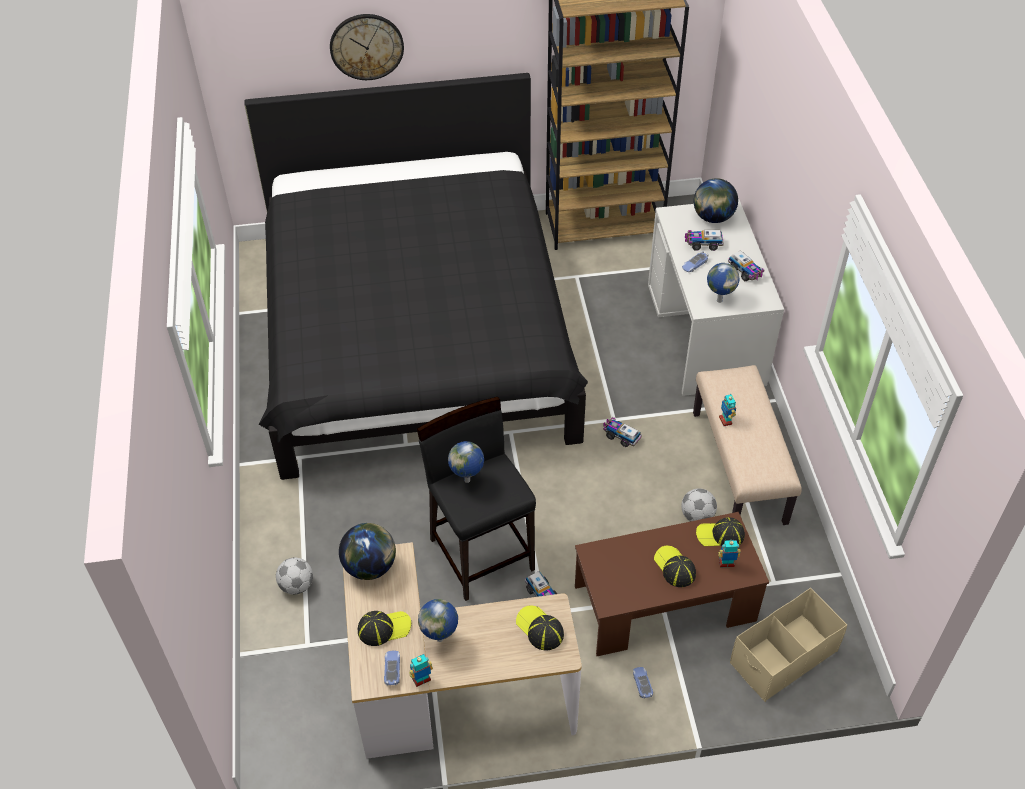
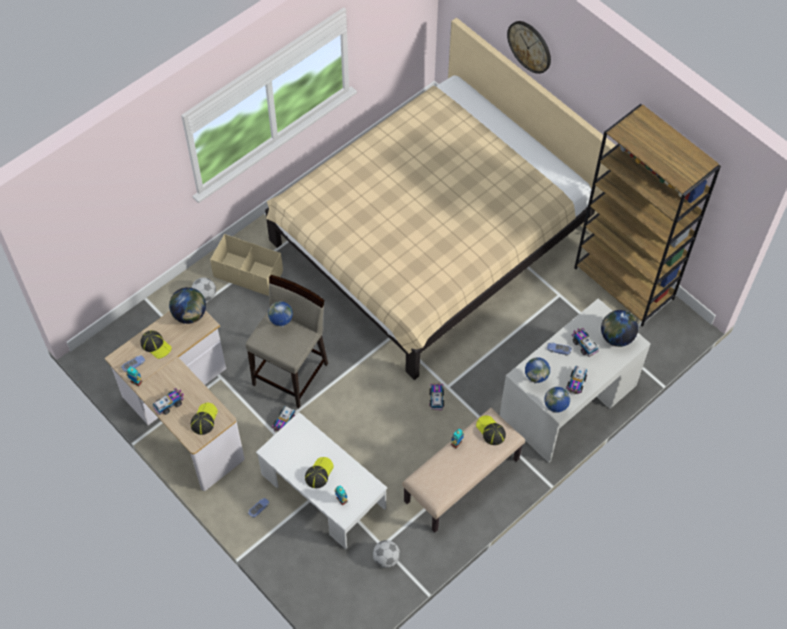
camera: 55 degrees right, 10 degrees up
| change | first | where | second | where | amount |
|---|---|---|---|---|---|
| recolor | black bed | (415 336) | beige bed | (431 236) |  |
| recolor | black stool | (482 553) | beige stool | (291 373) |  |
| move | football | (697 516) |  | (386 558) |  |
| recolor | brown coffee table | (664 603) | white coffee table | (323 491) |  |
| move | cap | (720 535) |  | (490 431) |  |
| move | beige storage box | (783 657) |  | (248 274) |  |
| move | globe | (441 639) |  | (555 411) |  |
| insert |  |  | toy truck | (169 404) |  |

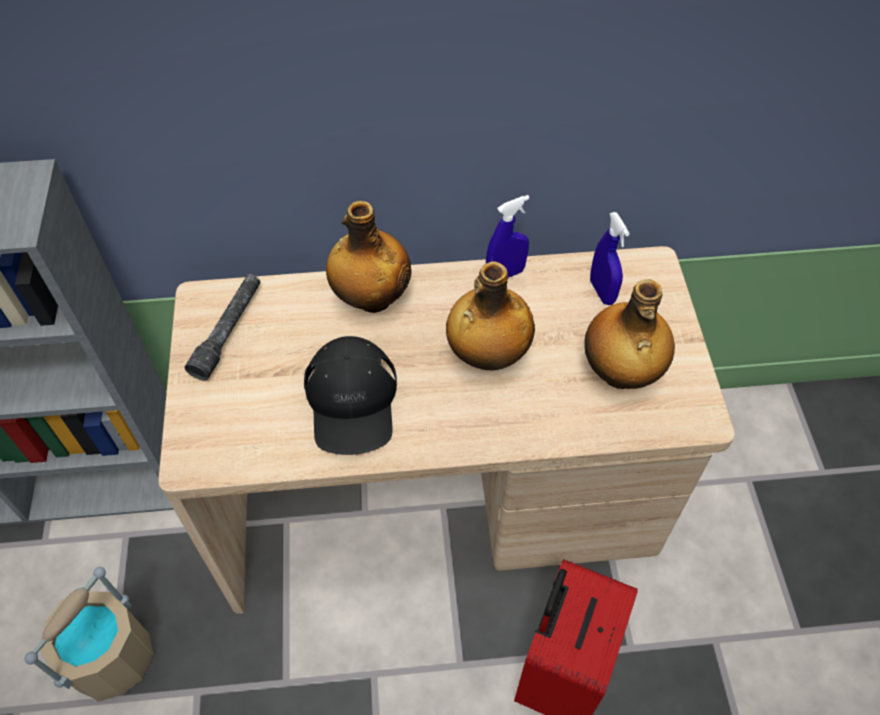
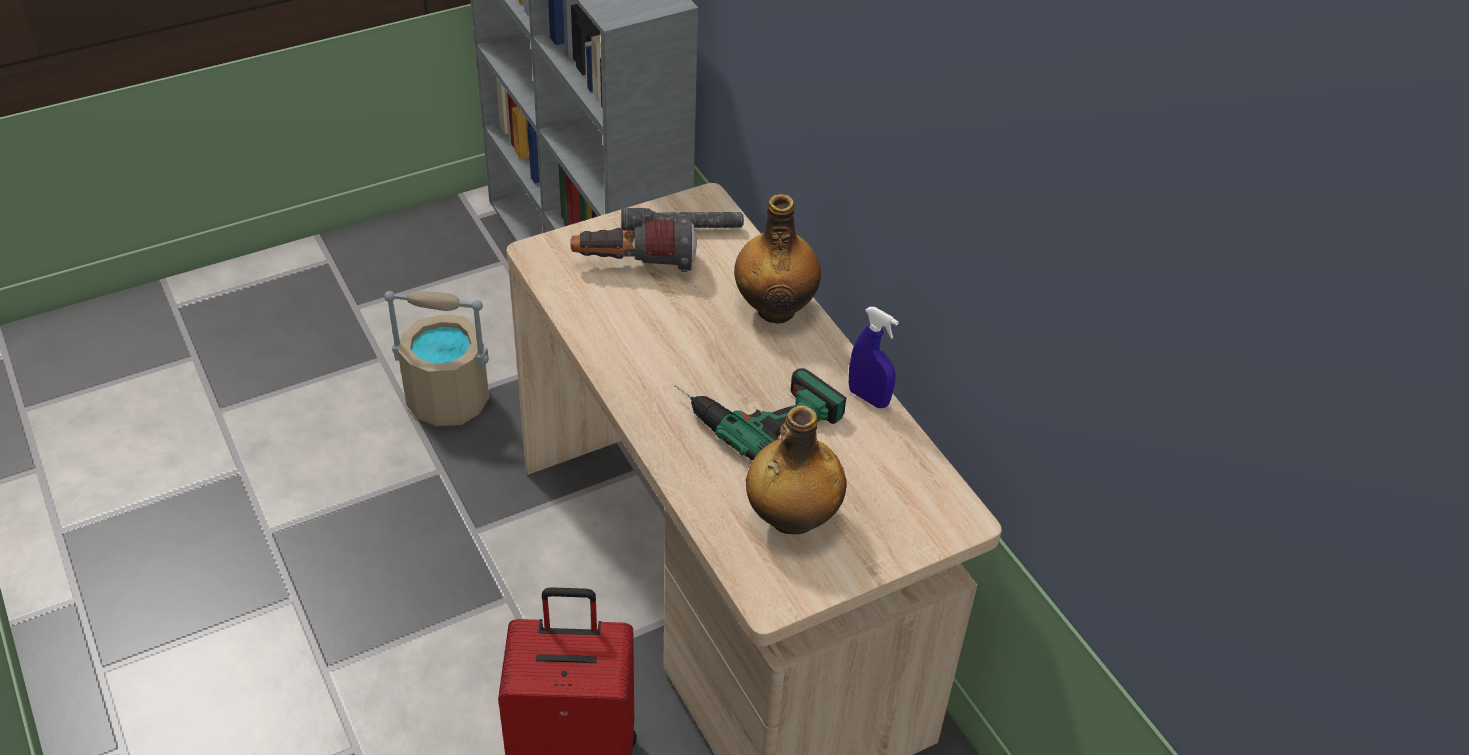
camera: 65 degrees right, 10 degrees down
| change | first | where | second | where | amount |
|---|---|---|---|---|---|
| delete | blue spray bottle | (602 292) |  |  |  |
| replace | bottle | (487 355) | power drill | (754 410) |  |
| delete | black cap | (352 401) |  |  |  |
| insert |  |  | flashlight | (634 265) |  |

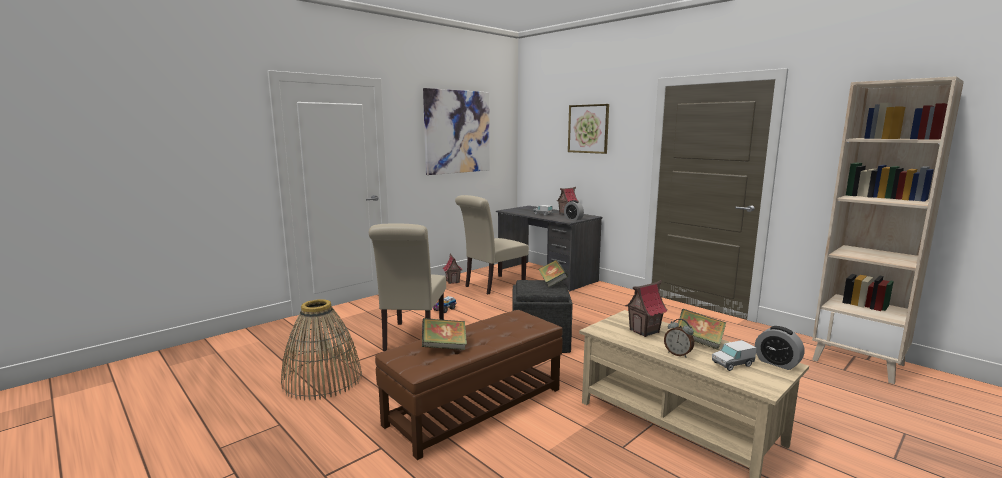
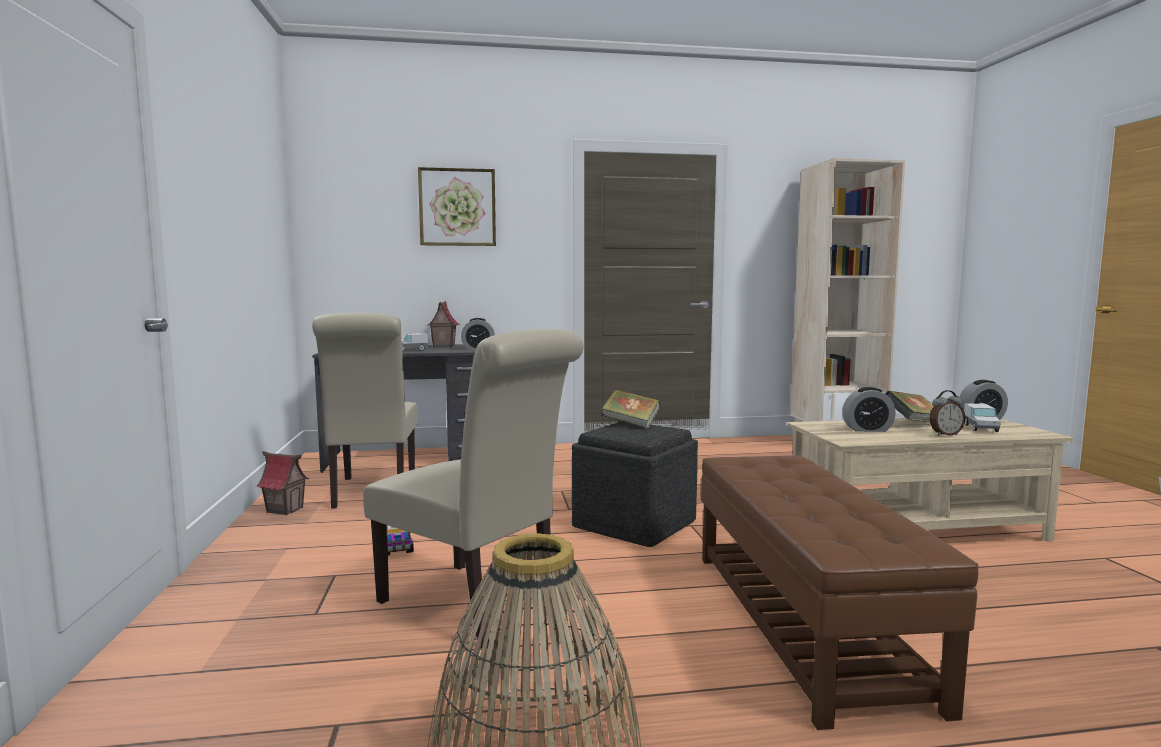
camera: 55 degrees left, 5 degrees down
| change | first | where | second | where | amount |
|---|---|---|---|---|---|
| delete | picture | (457 132) |  |  |  |
| replace | toy house | (644 331) | alarm clock | (867 429) |  |
| delete | book | (444 347) |  |  |  |

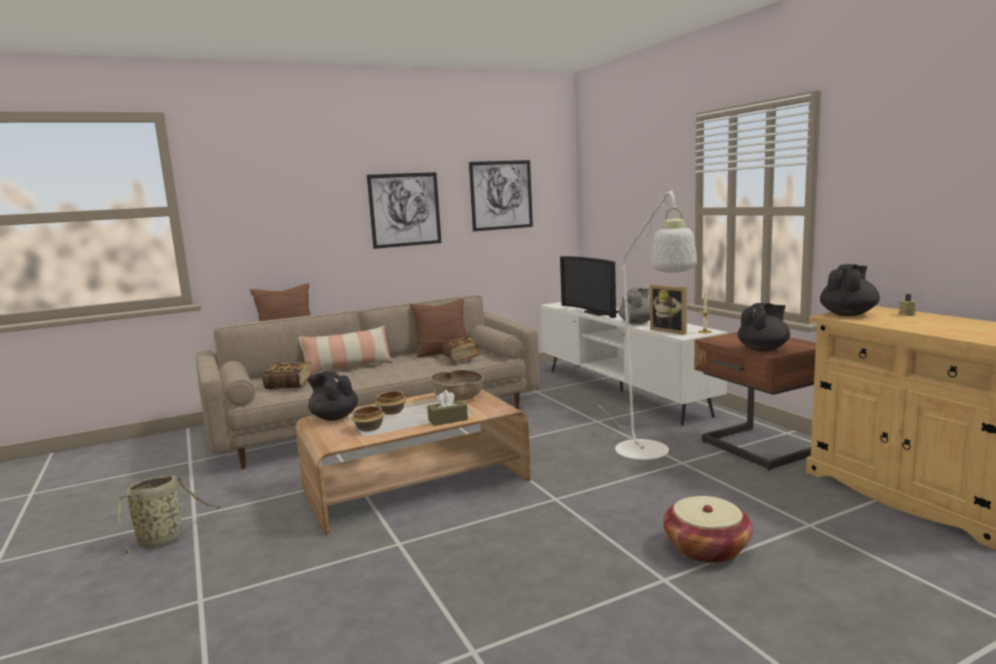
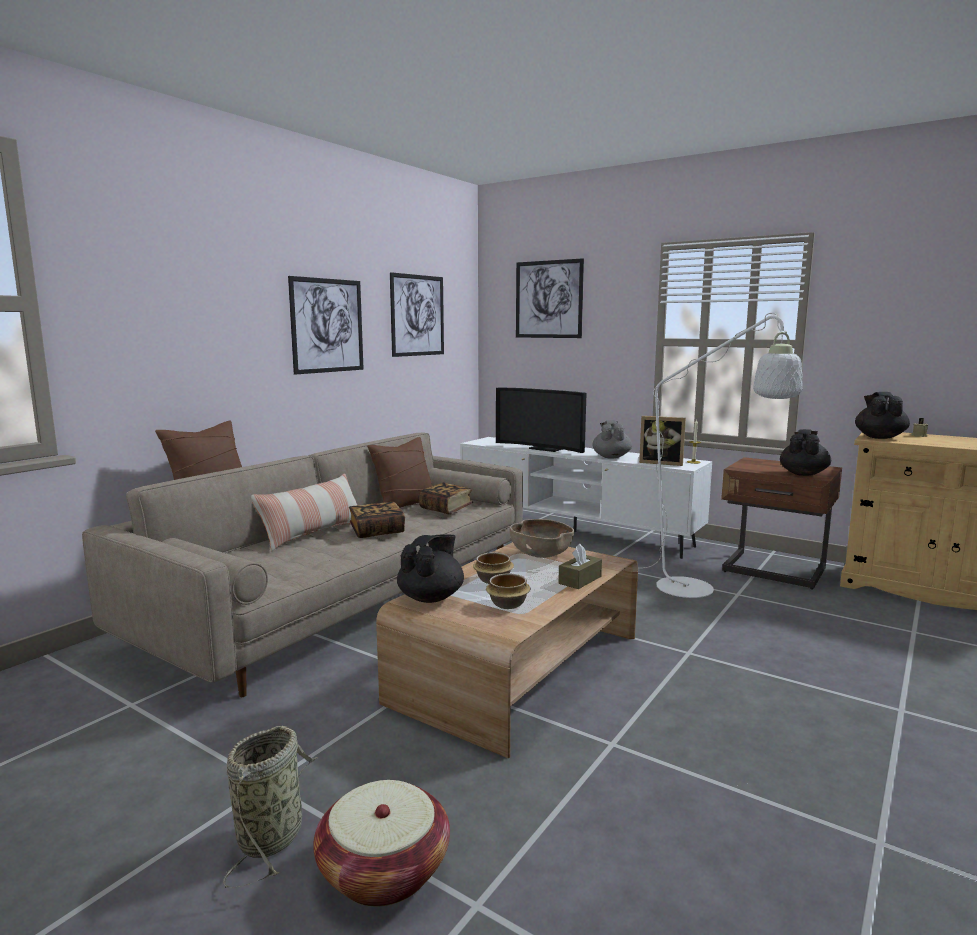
camera: 30 degrees left, 0 degrees up
| change | first | where | second | where | amount |
|---|---|---|---|---|---|
| move | book | (289 385) |  | (377 531) |  |
| rotate | black teapot | (334 417) |  | (431 597) | 105 degrees clockwise |
| move | basket | (706 548) |  | (384 870) |  |
| insert |  |  | picture | (548 299) |  |

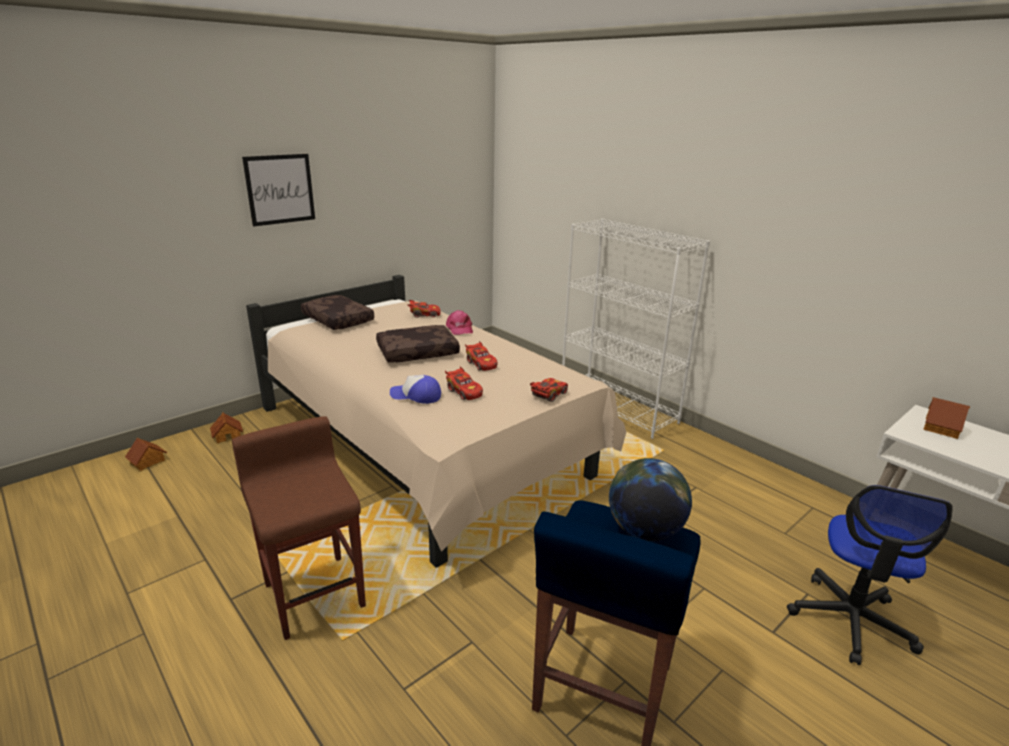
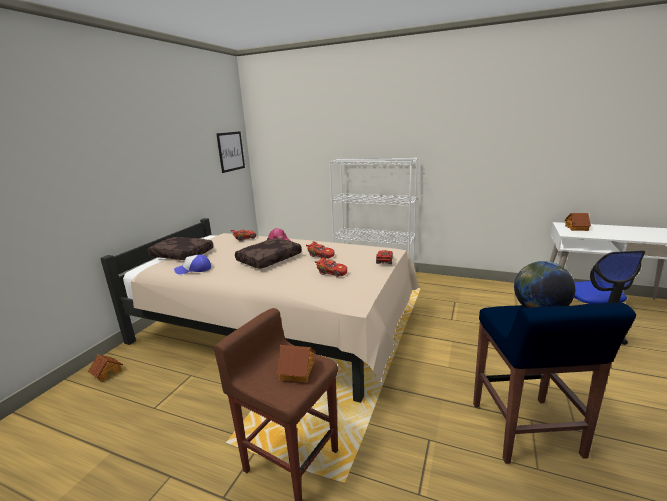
camera: 25 degrees left, 5 degrees down
| change | first | where | second | where | amount |
|---|---|---|---|---|---|
| move | picture | (280 189) |  | (231 151) |  |
| move | cap | (416 396) |  | (193 270) |  |
| move | toy house | (147 461) |  | (298 371) |  |

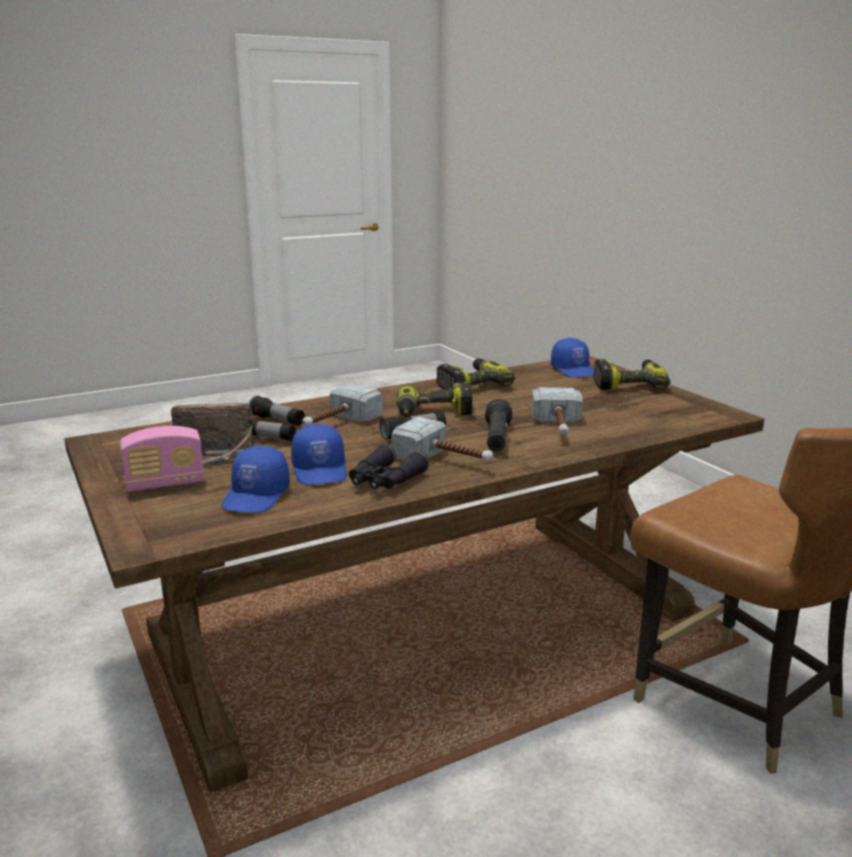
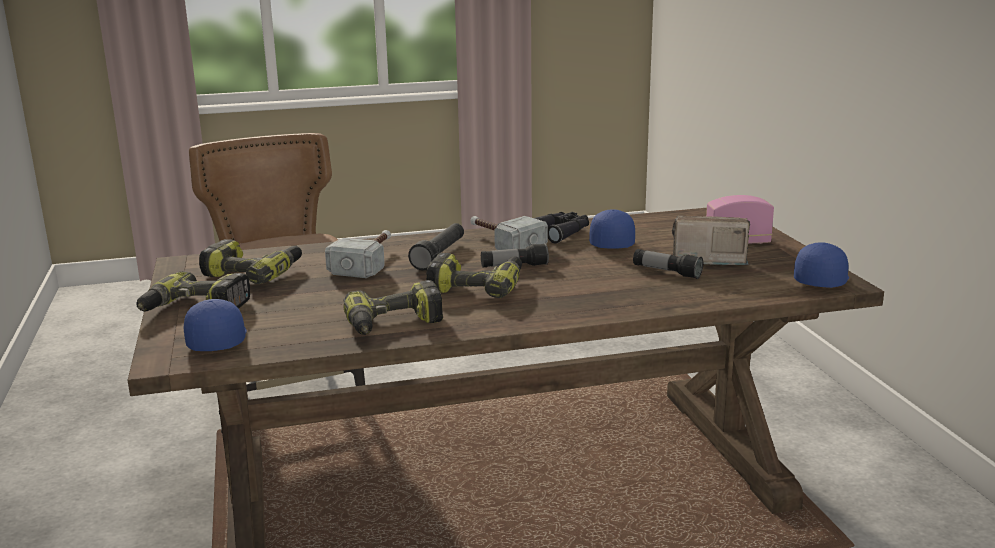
camera: 165 degrees left, 0 degrees up
| change | first | where | second | where | amount |
|---|---|---|---|---|---|
| delete | hammer | (338 423) |  |  |  |
| delete | flashlight | (277 421) |  |  |  |
| move | blue cap | (257 496) |  | (820 279) |  |
| insert |  |  | power drill | (254 273) |  |

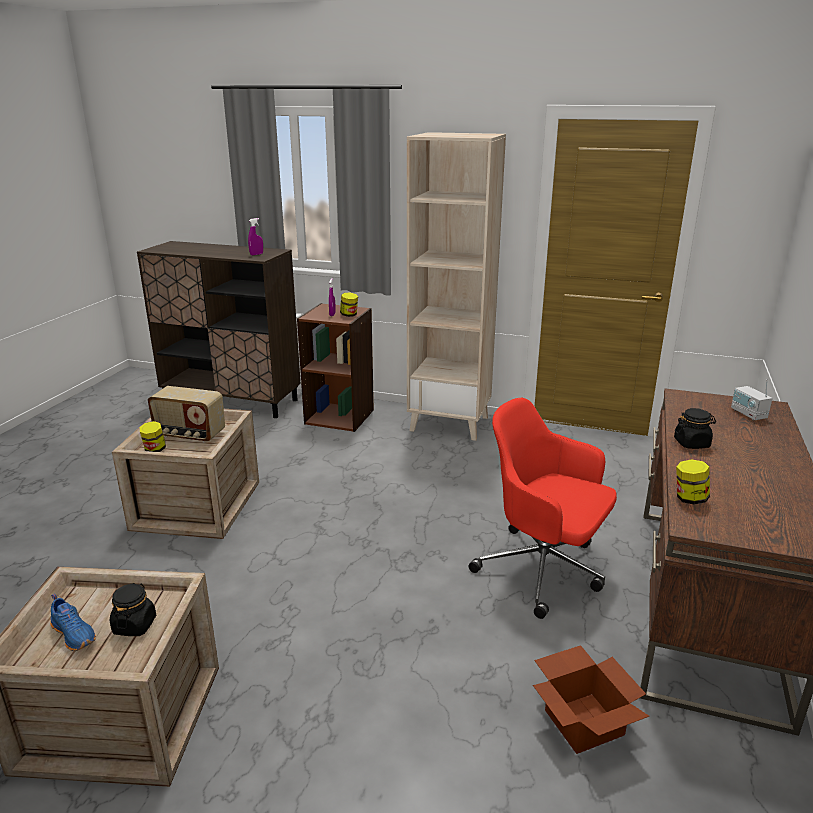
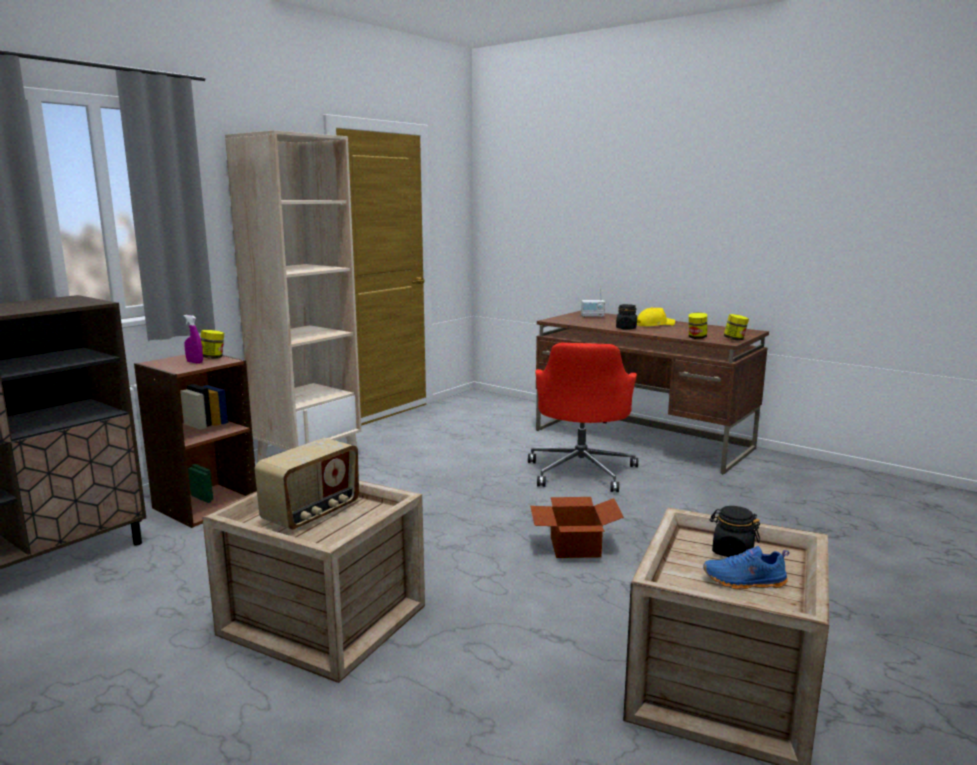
camera: 70 degrees left, 10 degrees down
| change | first | where | second | where | amount |
|---|---|---|---|---|---|
| delete | purple spray bottle | (256 254) |  |  |  |
| rotate | red office chair | (543 570) |  | (581 471) | 45 degrees counterclockwise |
| move | jar | (155 449) |  | (735 339) |  |
| rotate | blue shoe | (75 634) |  | (744 582) | 150 degrees counterclockwise |
| move | cardboard box | (584 720) |  | (573 546) |  |
| insert |  |  | yellow cap | (654 325) |  |

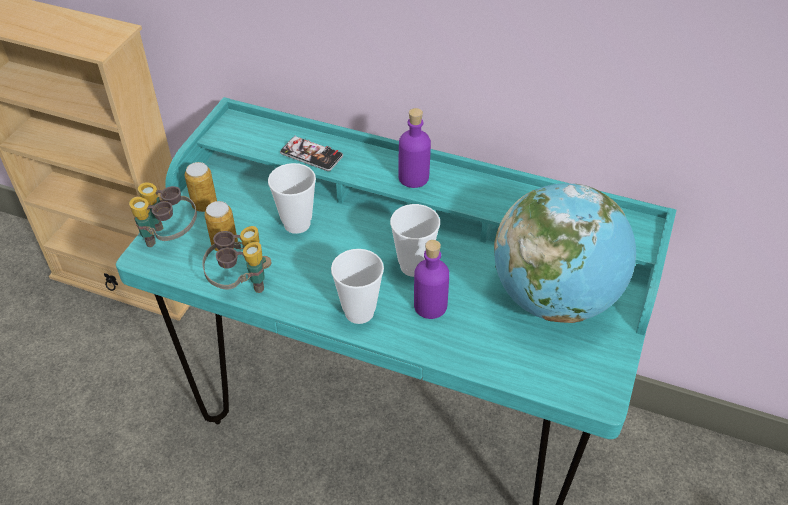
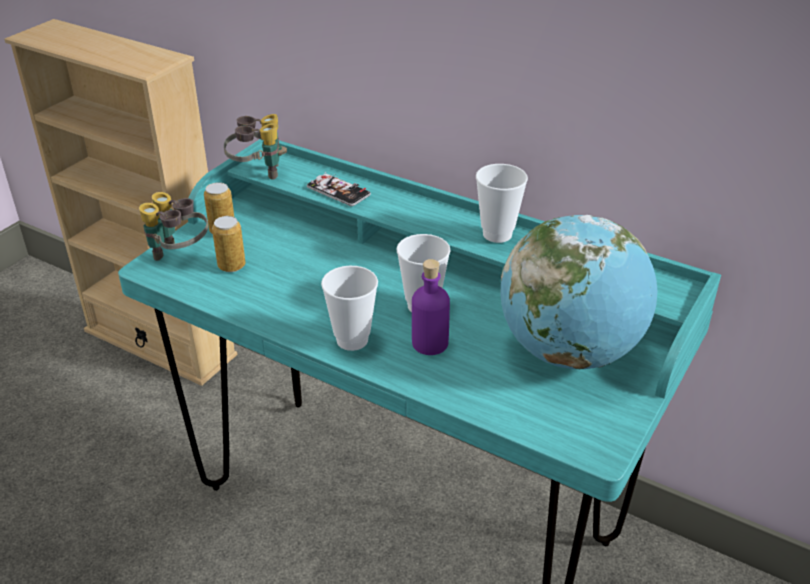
camera: 10 degrees right, 10 degrees down
| change | first | where | second | where | amount |
|---|---|---|---|---|---|
| delete | purple bottle | (413 177) |  |  |  |
| move | cup | (297 224) |  | (497 234) |  |
| move | binoculars | (241 284) |  | (258 172) |  |

